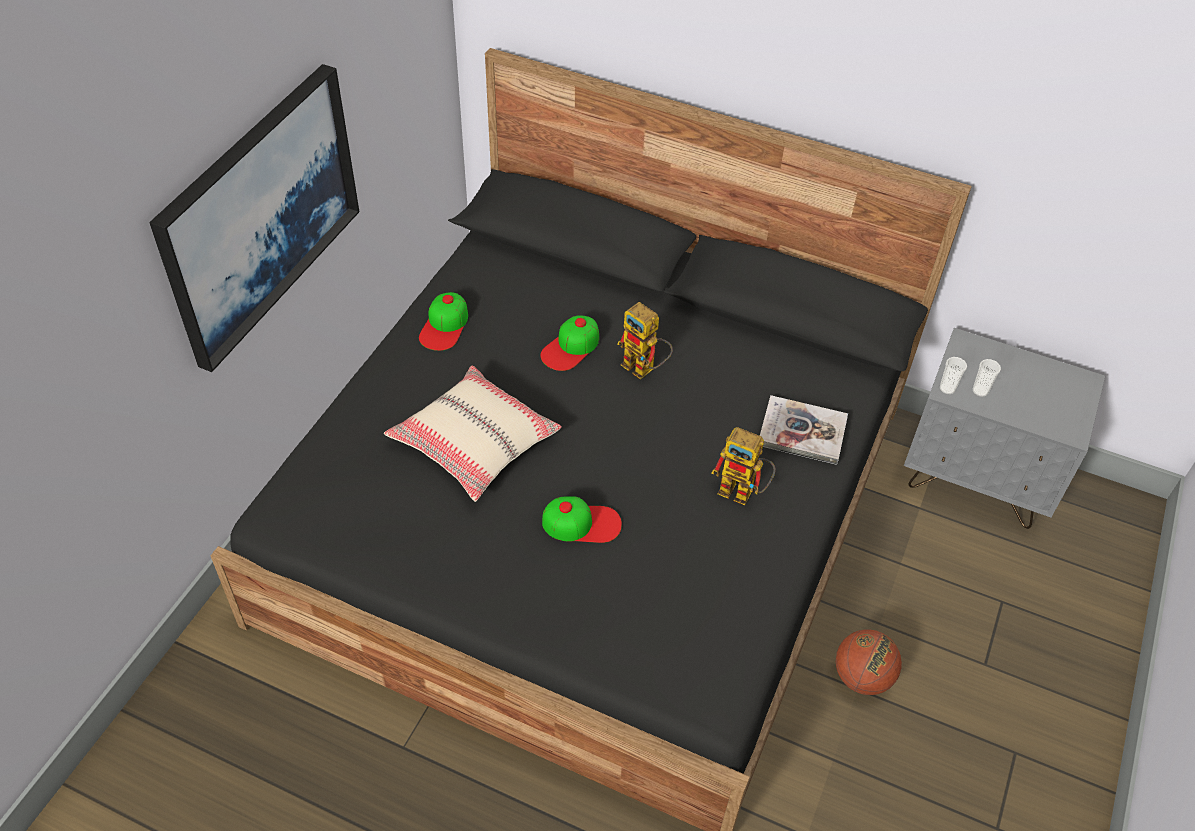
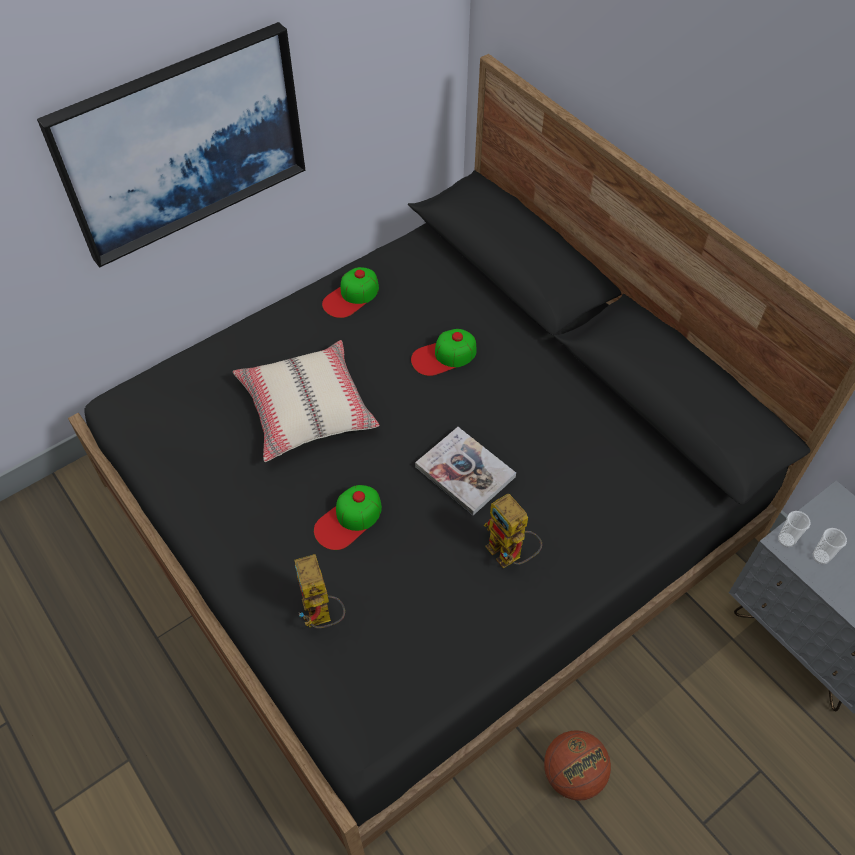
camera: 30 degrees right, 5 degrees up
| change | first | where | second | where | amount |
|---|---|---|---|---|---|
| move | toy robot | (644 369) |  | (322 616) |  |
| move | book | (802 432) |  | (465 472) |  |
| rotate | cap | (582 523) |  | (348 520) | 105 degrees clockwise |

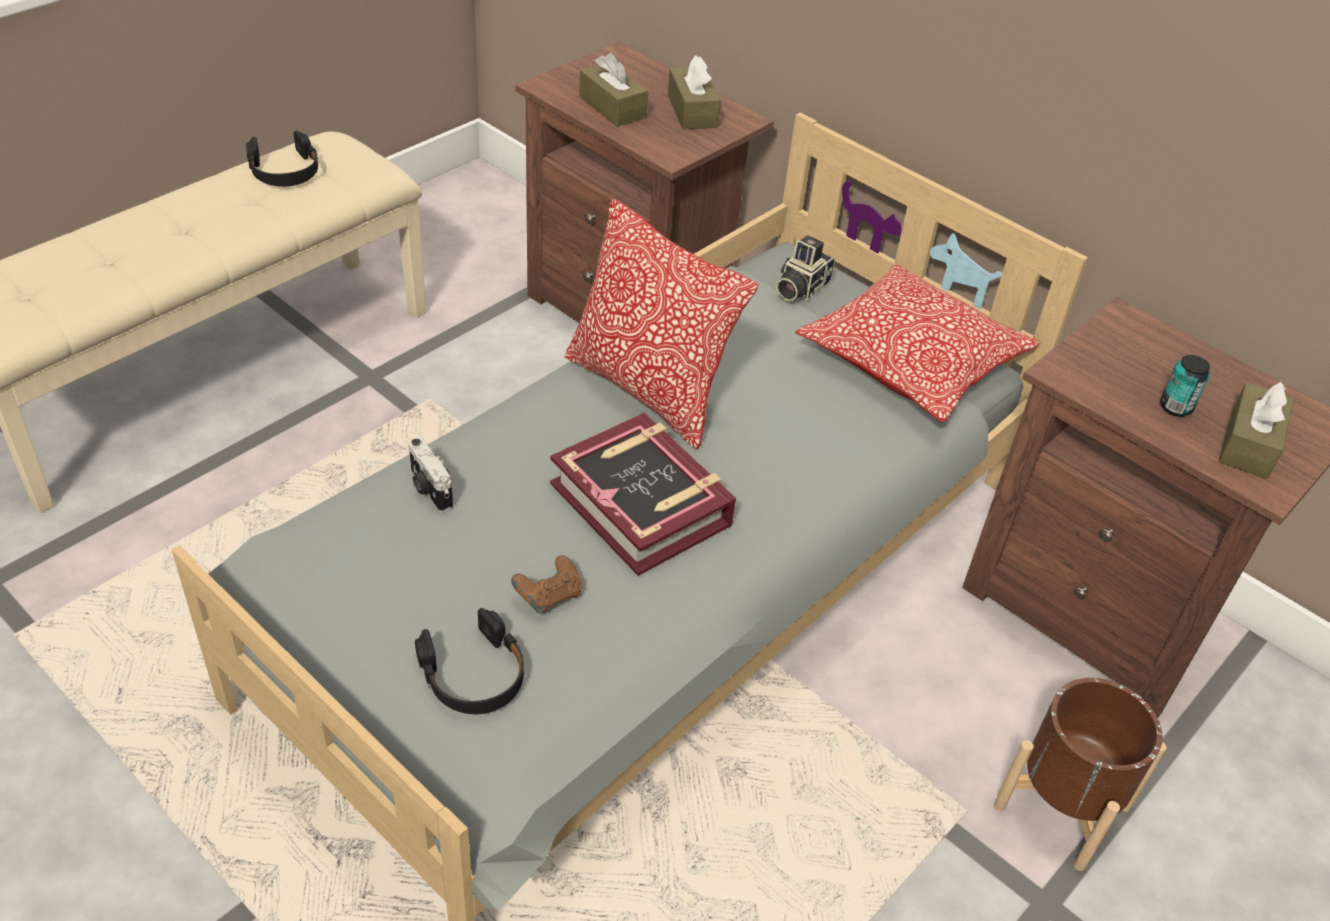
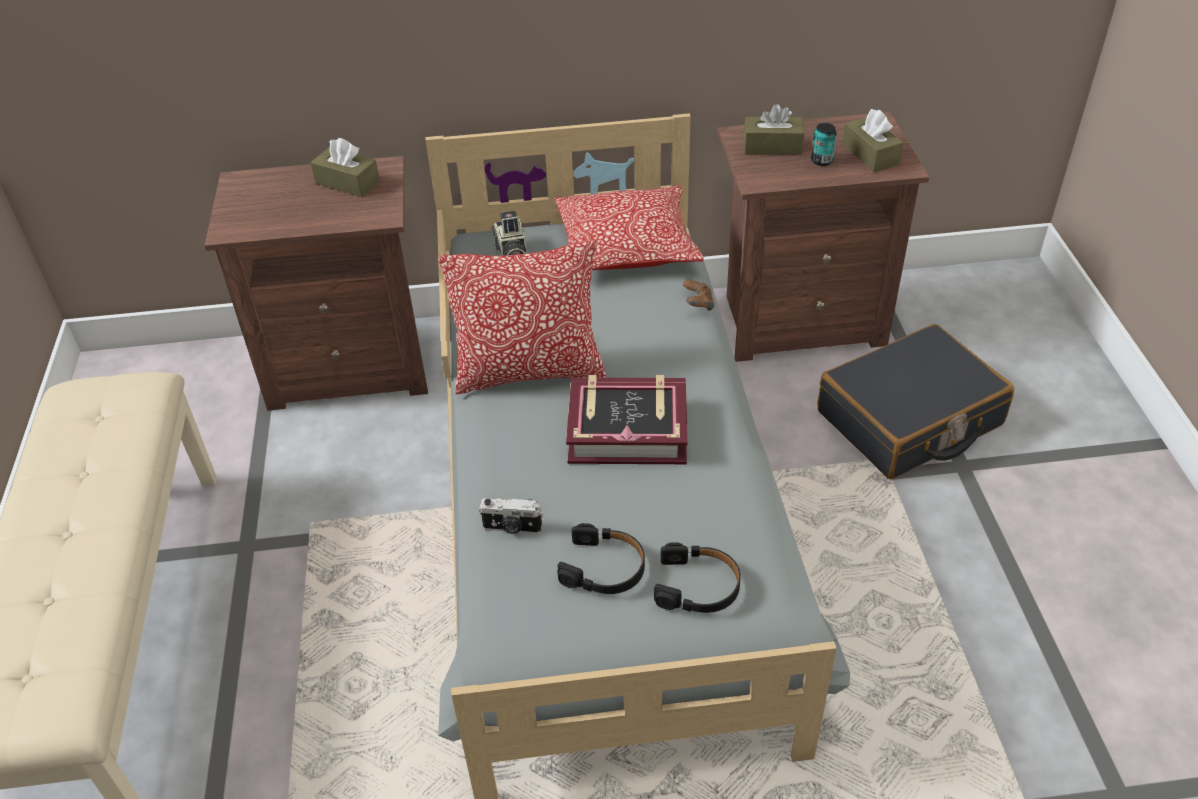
camera: 45 degrees left, 0 degrees up
| change | first | where | second | where | amount |
|---|---|---|---|---|---|
| move | brown tissue box | (612 107) |  | (772 146) |  |
| move | black headphones | (285 171) |  | (604 568) |  |
| move | brown game controller | (549 596) |  | (698 305) |  |
| replace | brown planter | (1061 806) | black suitcase | (909 419) |  |

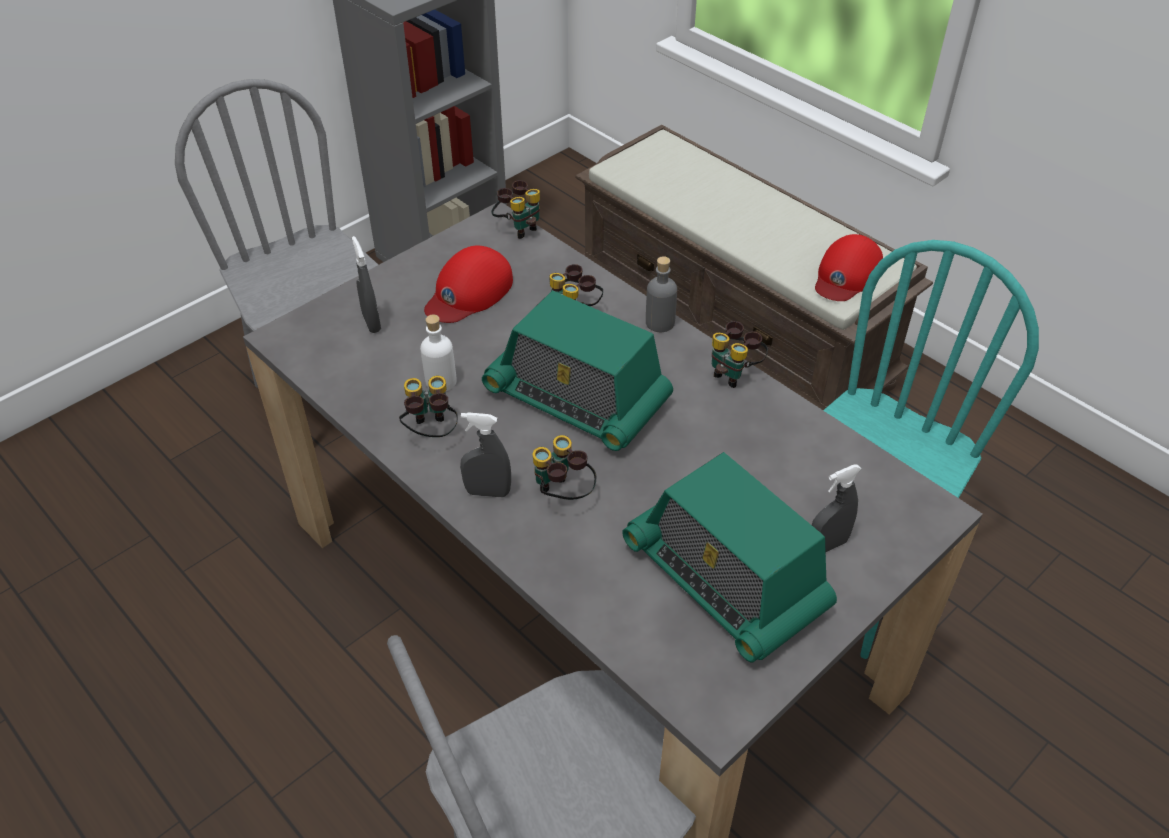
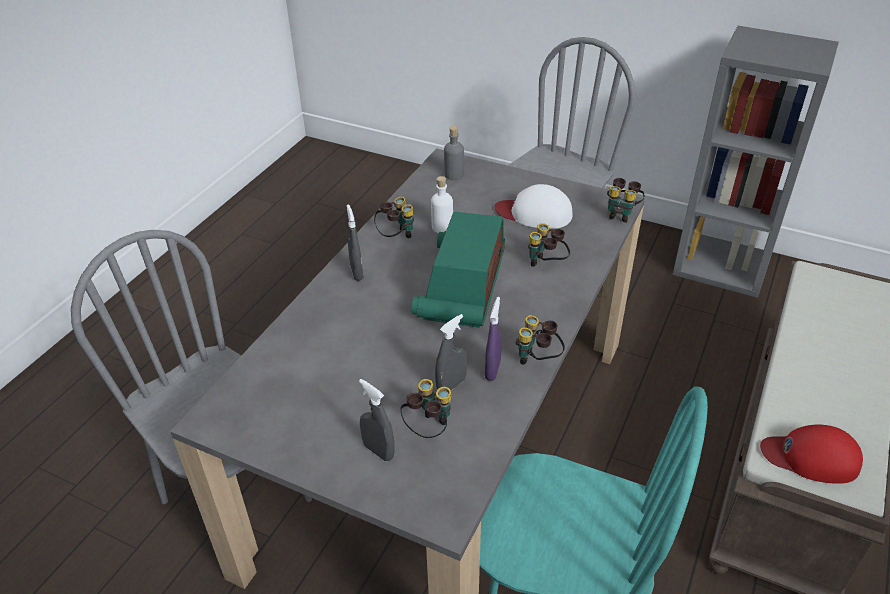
camera: 70 degrees right, 5 degrees down
| change | first | where | second | where | amount |
|---|---|---|---|---|---|
| move | grey spray bottle | (371 322) |  | (451 385) |  |
| recolor | red cap | (468 292) | white cap | (534 213) |  |
| move | grey bottle | (660 323) |  | (454 174) |  |
| move | binoculars | (562 495) |  | (428 428) |  |
| delete | radio | (725 578) |  |  |  |
| insert |  |  | purple spray bottle | (492 370) |  |

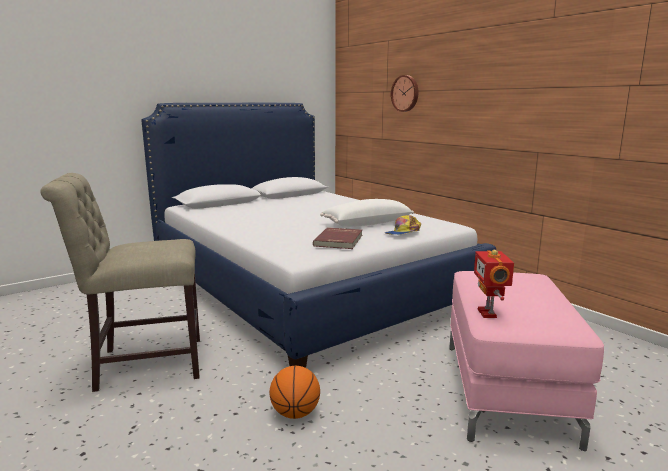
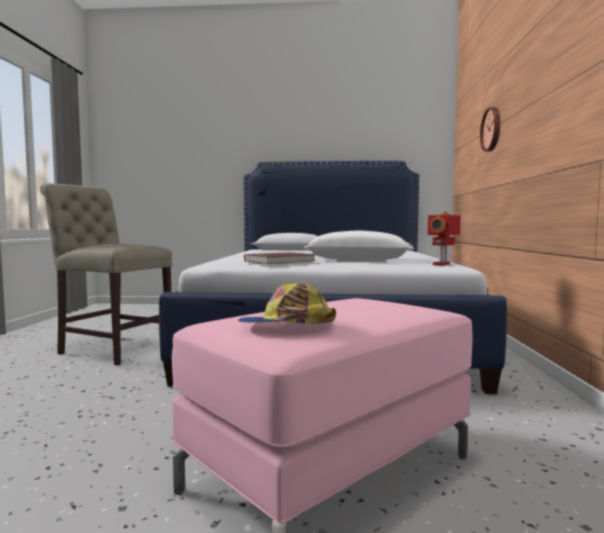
camera: 40 degrees right, 10 degrees down
| change | first | where | second | where | amount |
|---|---|---|---|---|---|
| move | cap | (403 233) |  | (286 325) |  |
| move | toy robot | (488 313) |  | (442 264) |  |
| delete | basketball | (295 413) |  |  |  |

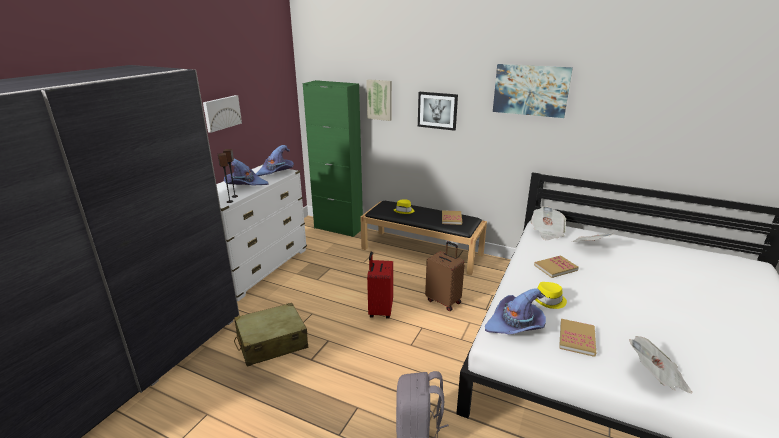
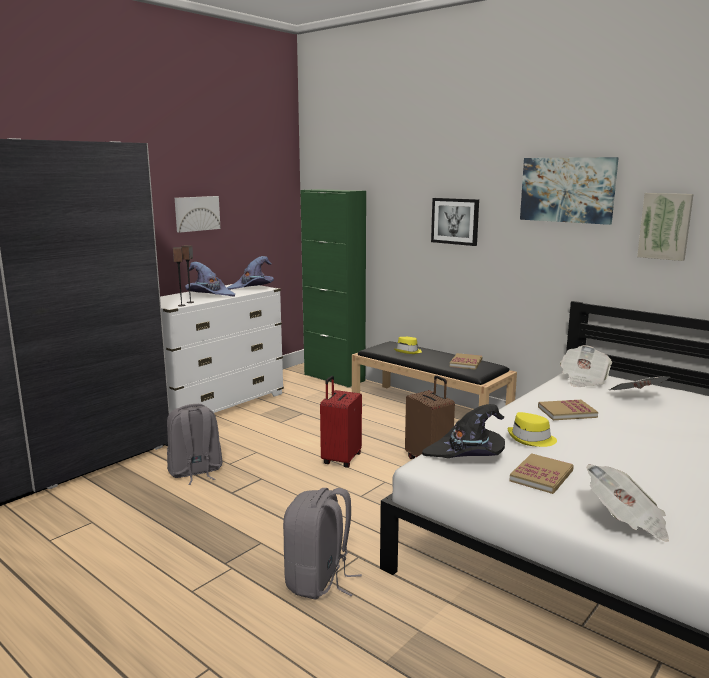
camera: 15 degrees right, 10 degrees down
| change | first | where | second | where | amount |
|---|---|---|---|---|---|
| move | picture | (379 99) |  | (665 226) |  |
| recolor | purple hat | (515 325) | black hat | (467 454) |  |
| replace | beige suitcase | (271 343) | grey backpack | (195 472) |  |

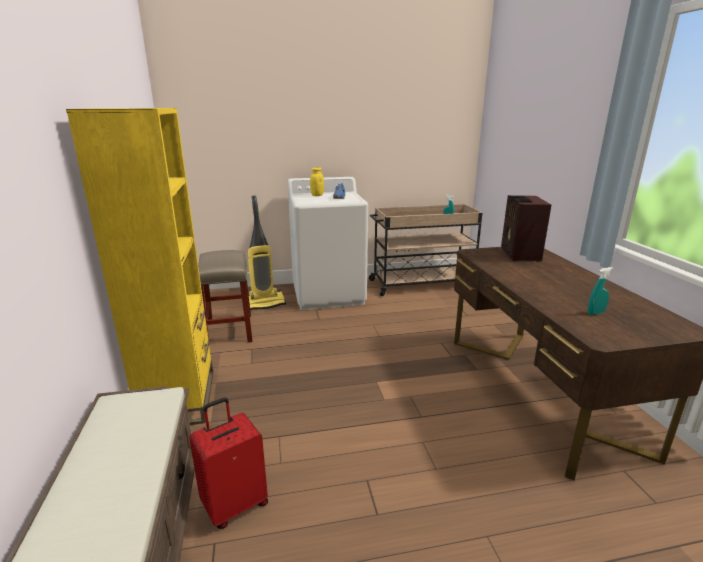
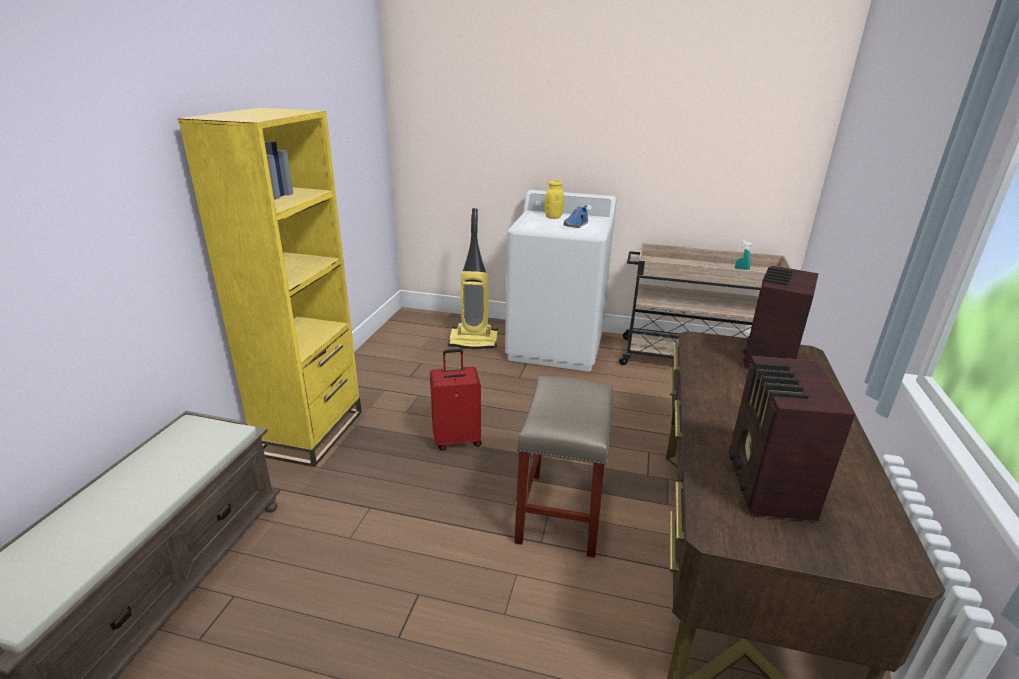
camera: 25 degrees right, 5 degrees up
| change | first | where | second | where | amount |
|---|---|---|---|---|---|
| move | beige stool | (228 329) |  | (561 511) |  |
| replace | turquoise spray bottle | (595 313) | radio | (767 487) |  |
| move | red suitcase | (235 504) |  | (457 439) |  |

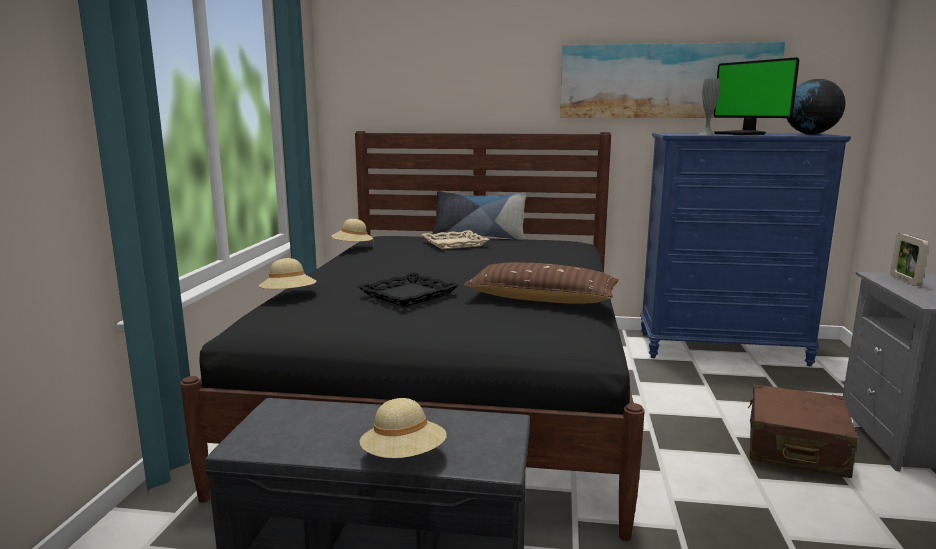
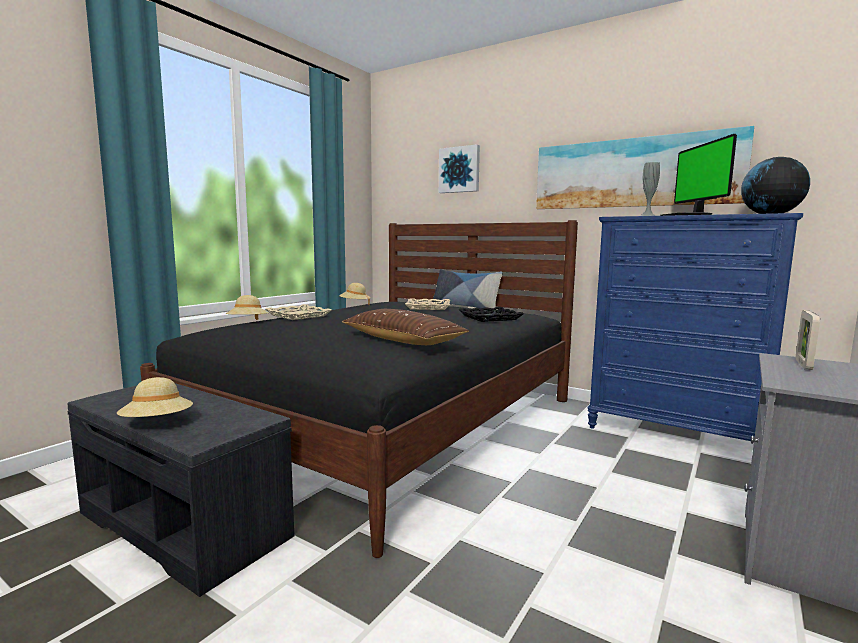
camera: 25 degrees right, 5 degrees down
| change | first | where | second | where | amount |
|---|---|---|---|---|---|
| move | black tray | (408 295) |  | (490 318) |  |
| delete | brown suitcase | (795 447) |  |  |  |
| insert |  |  | picture | (459 170) |  |
| insert |  |  | beige tray | (298 316) |  |

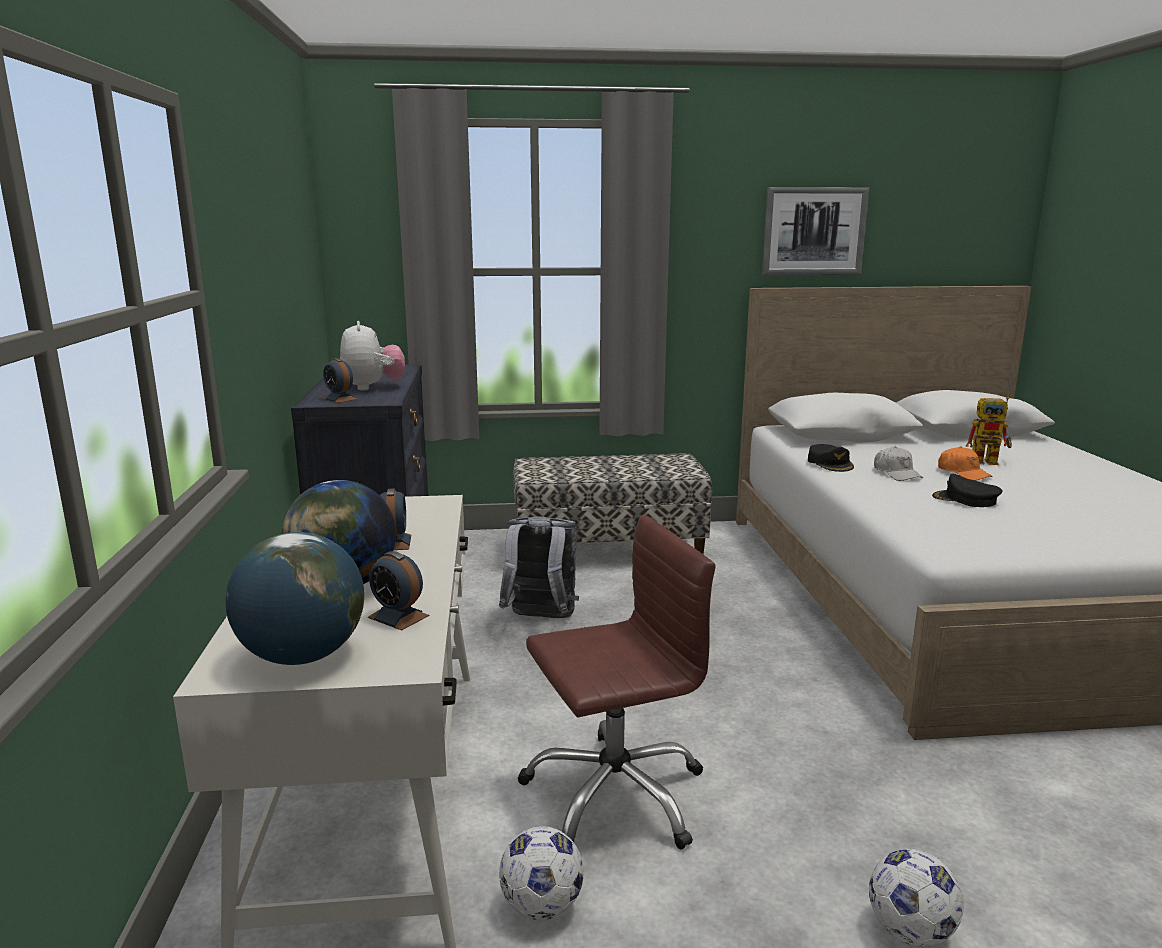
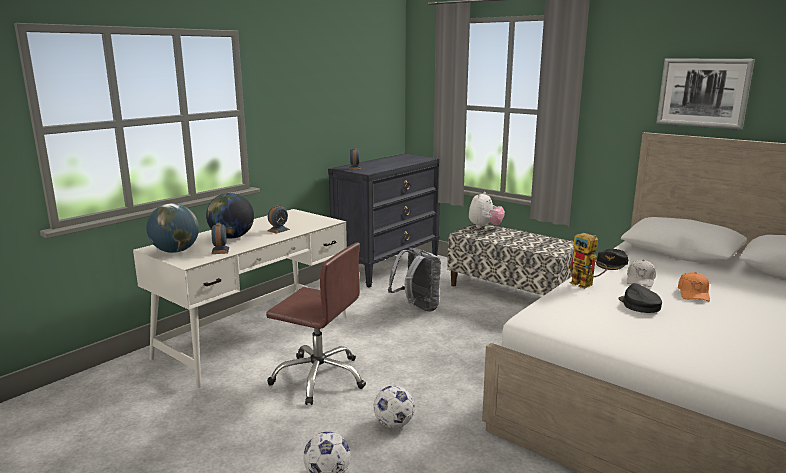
camera: 45 degrees right, 0 degrees up
| change | first | where | second | where | amount |
|---|---|---|---|---|---|
| move | plush toy | (372 387) |  | (484 227) |  |
| move | toy robot | (990 461) |  | (586 285) |  |
| move | football | (541 905) |  | (394 424) |  |

